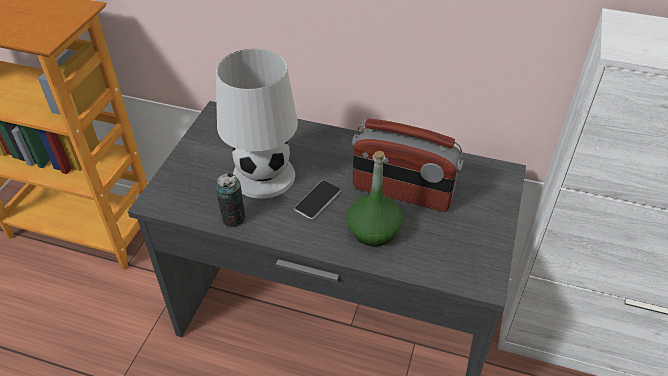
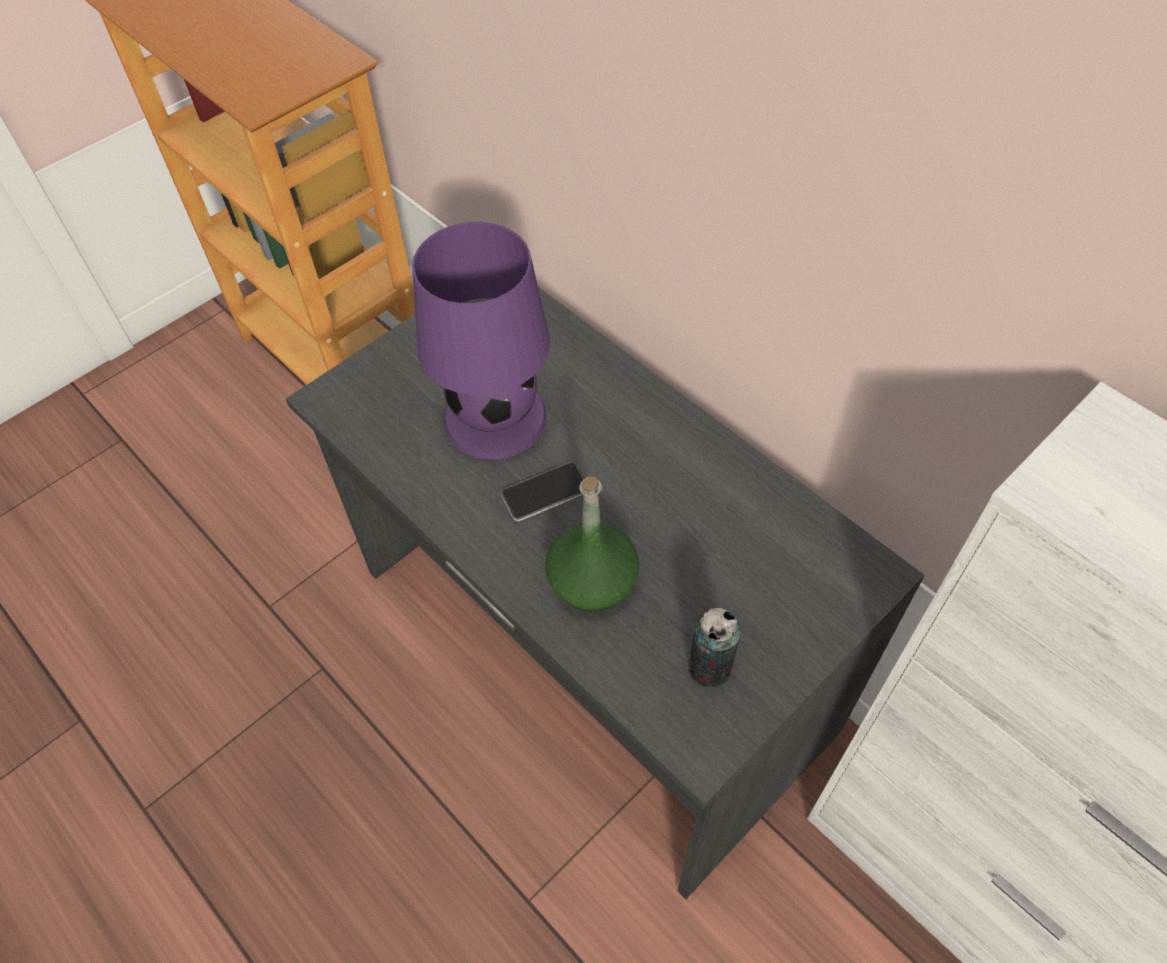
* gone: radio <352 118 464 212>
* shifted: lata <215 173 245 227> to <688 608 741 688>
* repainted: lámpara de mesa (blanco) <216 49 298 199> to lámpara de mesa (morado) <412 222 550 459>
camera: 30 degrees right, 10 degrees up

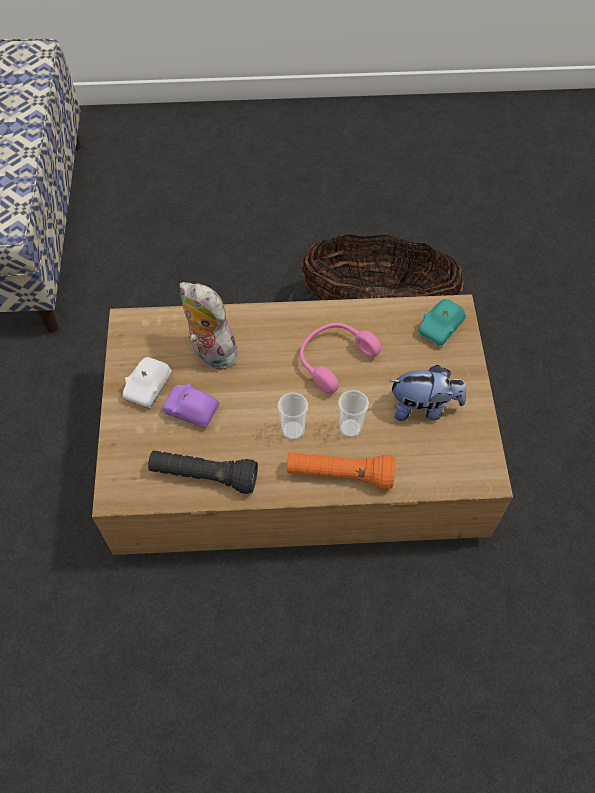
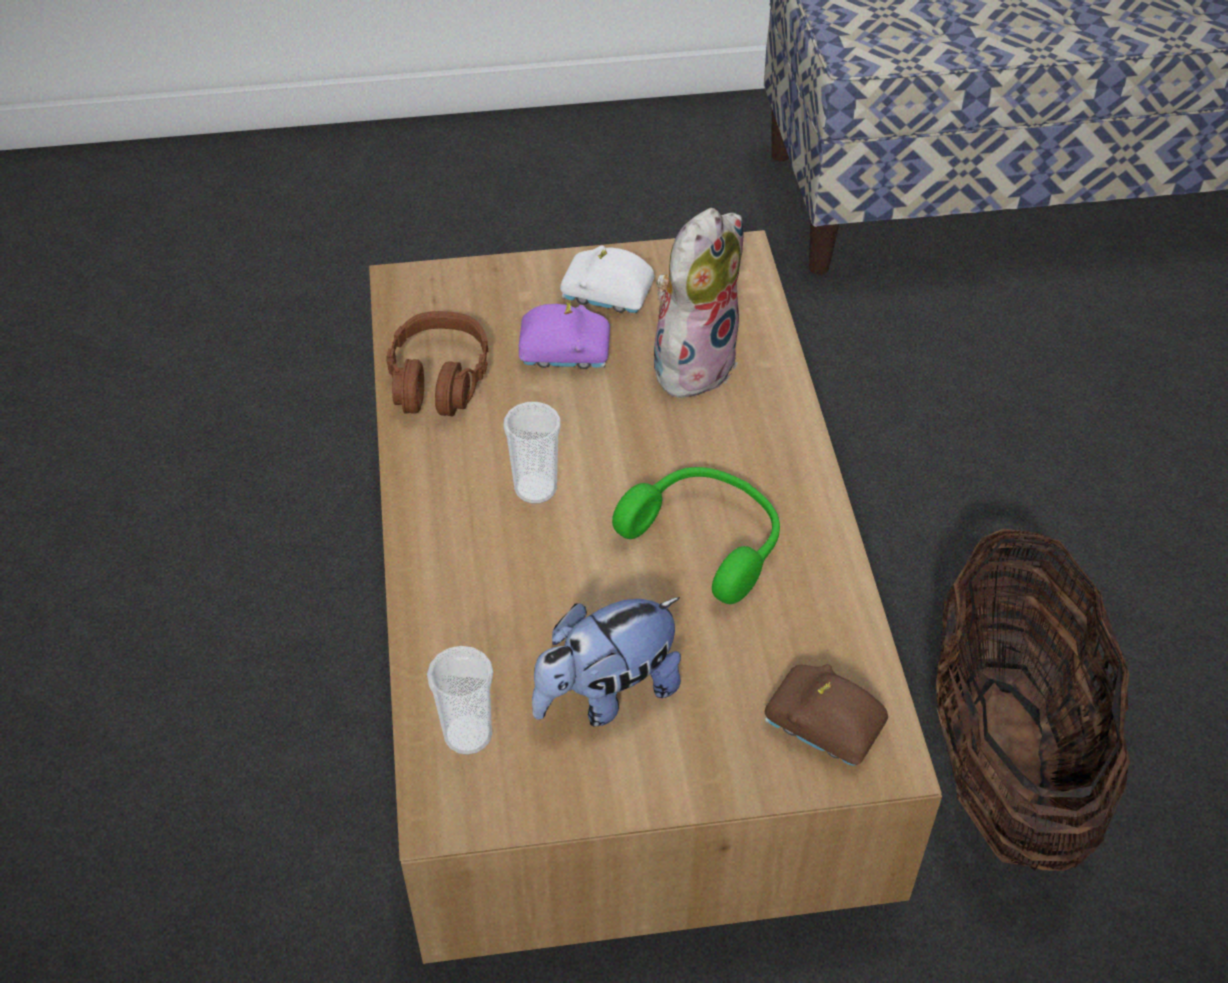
* gone: linterna (naranja) <287 452 395 490>
* shifted: taza <338 390 369 438> to <427 646 493 755>
* swapped: linterna (negro) <148 450 258 494> to auriculares (marrón) <386 311 488 417>
* repainted: auriculares (rosa) <300 323 381 394> to auriculares (verde) <612 467 780 604>
* repainted: coche de juguete (turquesa) <417 299 466 347> to coche de juguete (marrón) <765 664 888 766>
* rotated: coche de juguete (morado) <162 383 219 428> = <519 302 610 369> 75 degrees clockwise
* rotated: peluche <390 365 466 421> = <532 597 681 726> 60 degrees clockwise
camera: 85 degrees right, 10 degrees down

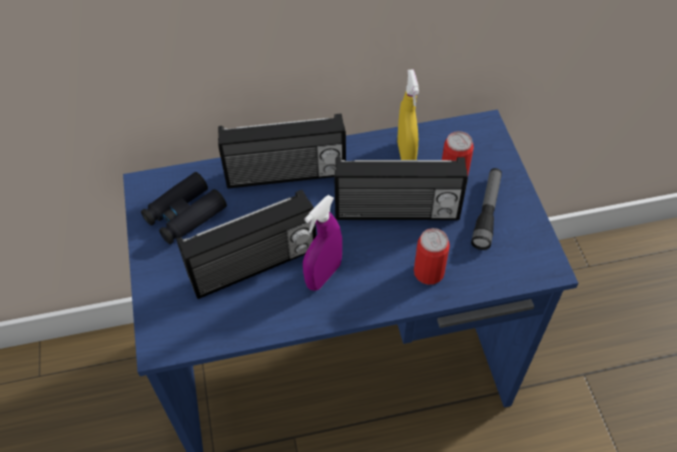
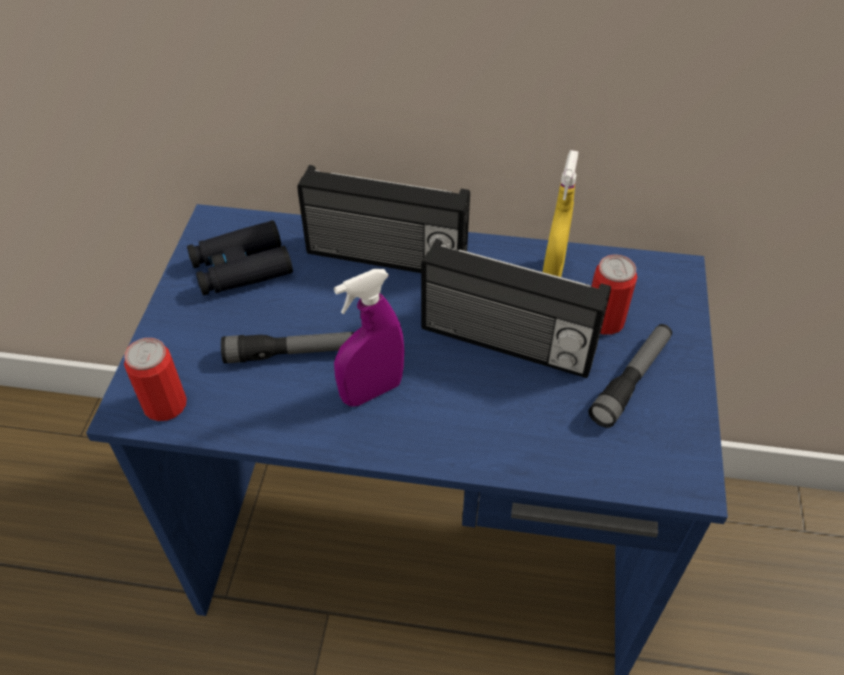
* shifted: lata <414 228 450 285> to <124 338 187 421>
* swapped: radio <177 190 316 299> to linterna <221 332 354 364>
camera: 20 degrees right, 5 degrees down

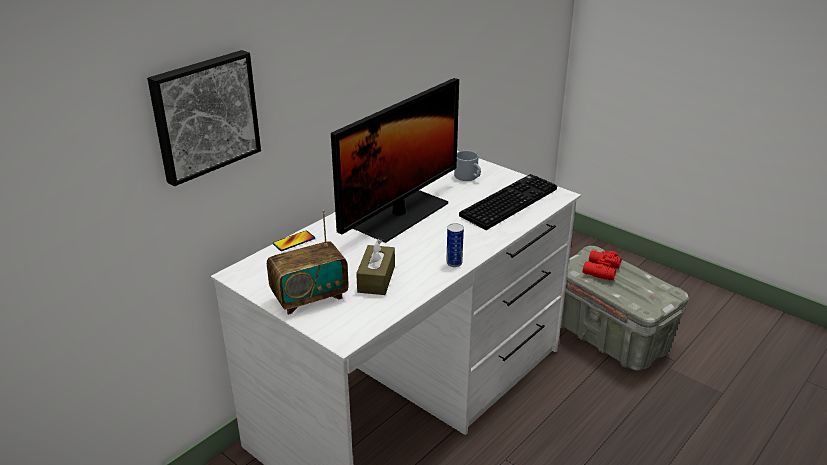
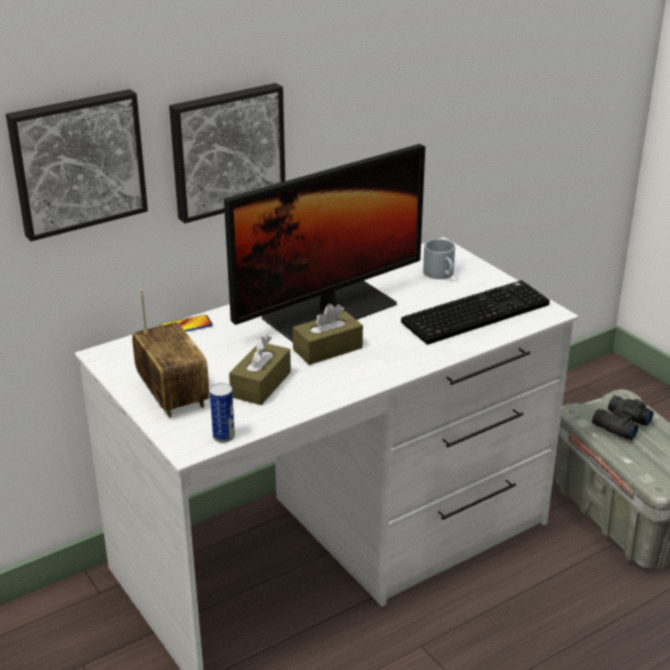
* new: cuadro <169 83 285 223>
* new: caja de pañuelos (marrón) <293 304 363 365>
* shifted: lata <446 223 464 267> to <210 383 235 443>
* repainted: prismáticos (rojo) <583 251 622 280> to prismáticos (negro) <592 396 653 440>
* rotated: radio <267 210 349 315> = <132 289 210 417> 105 degrees counterclockwise
camera: 15 degrees right, 0 degrees up

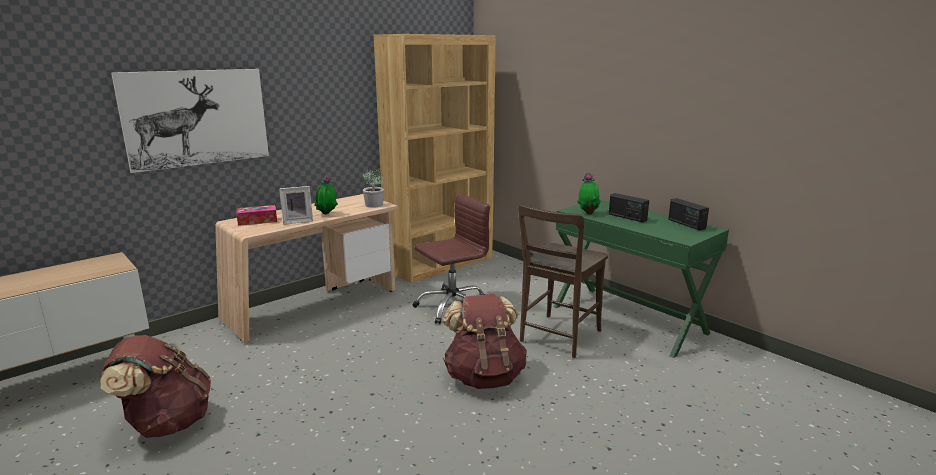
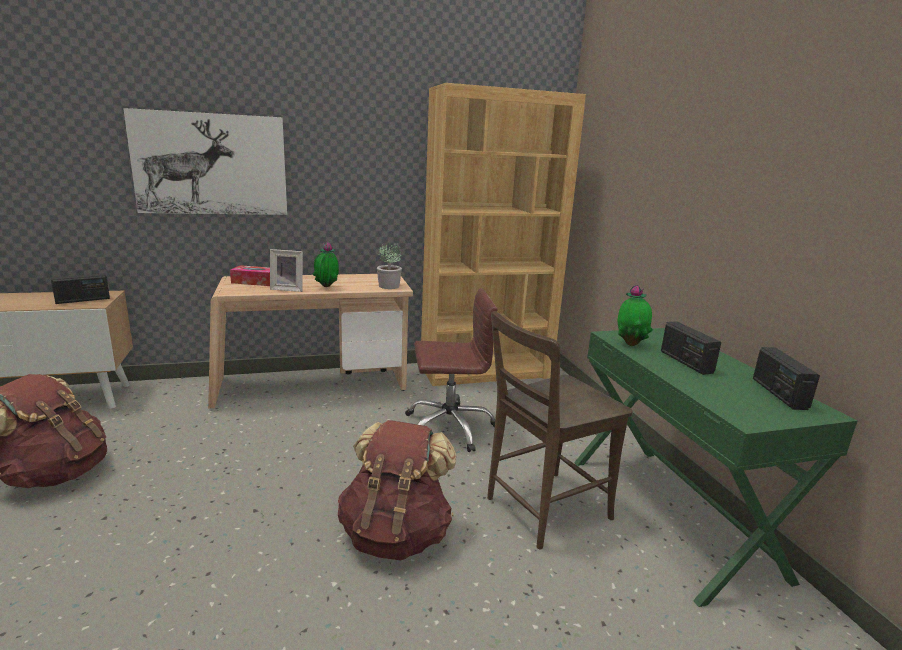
* new: radio <51 273 110 304>
camera: 25 degrees right, 0 degrees up

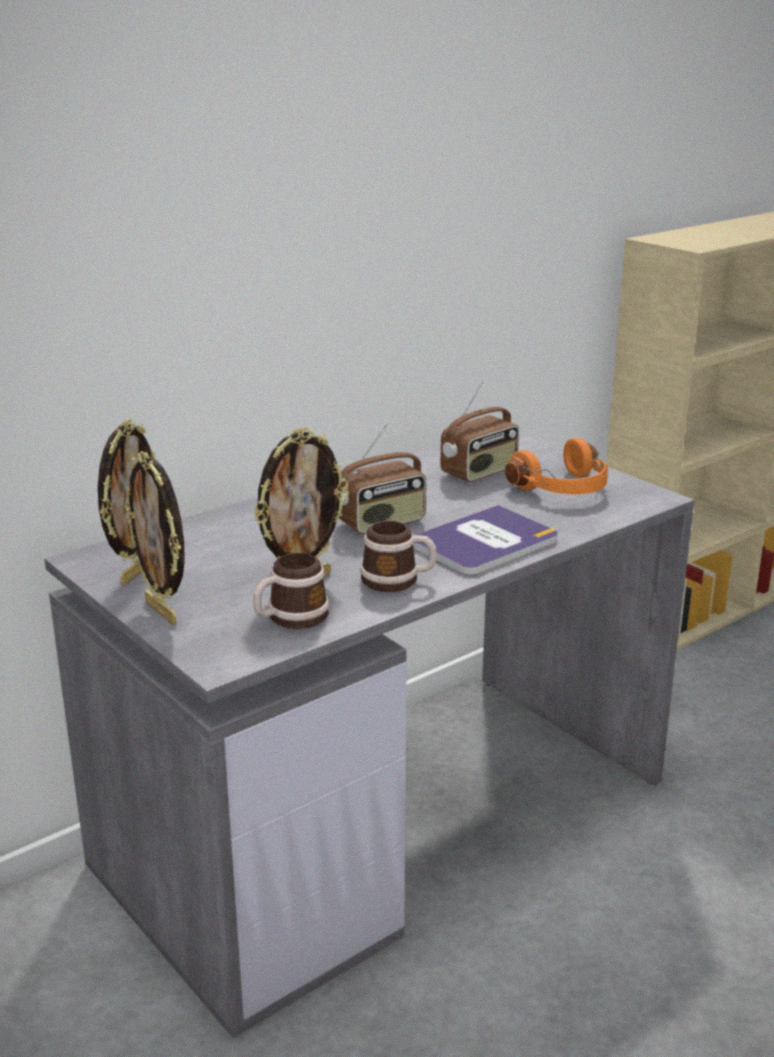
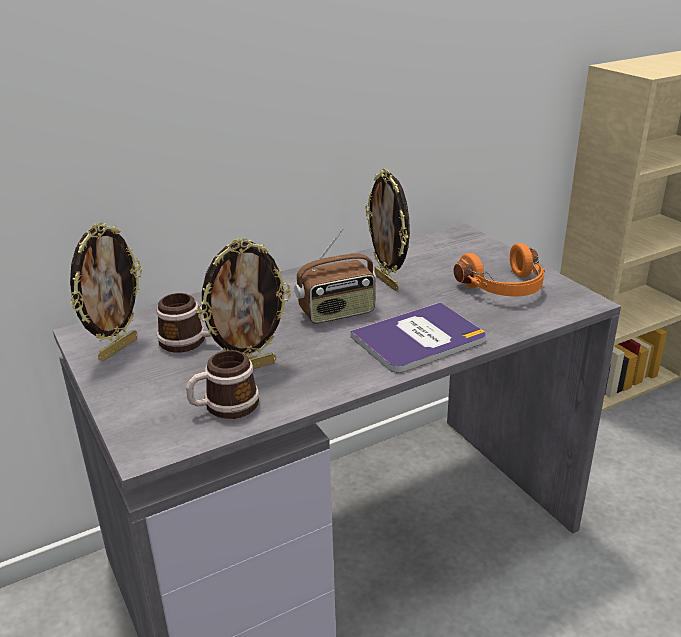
* gone: radio <440 381 519 482>
* shifted: portarretratos <124 451 185 625> to <365 169 410 291>
* shifted: taza grande <360 521 437 592> to <156 293 212 352>
camera: 10 degrees right, 5 degrees up

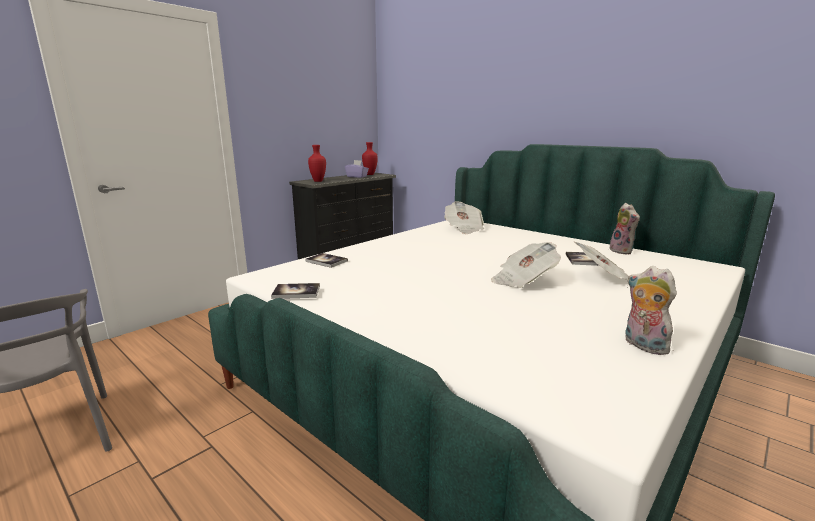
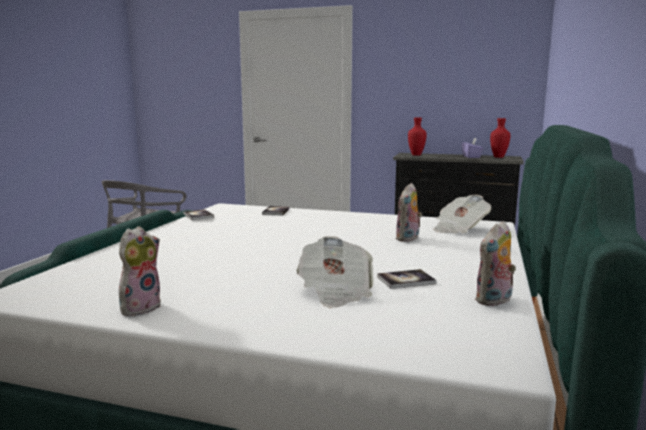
* gone: periódico <491 242 561 288>
* new: peluche <396 183 422 242>
camera: 65 degrees right, 5 degrees down

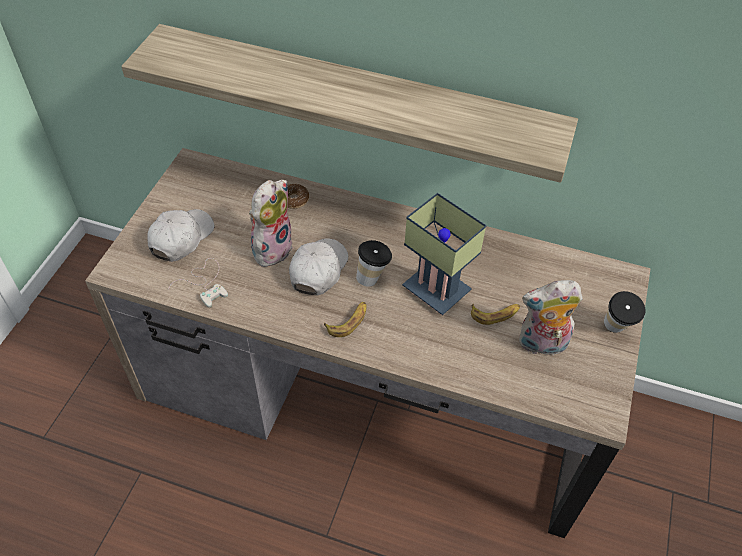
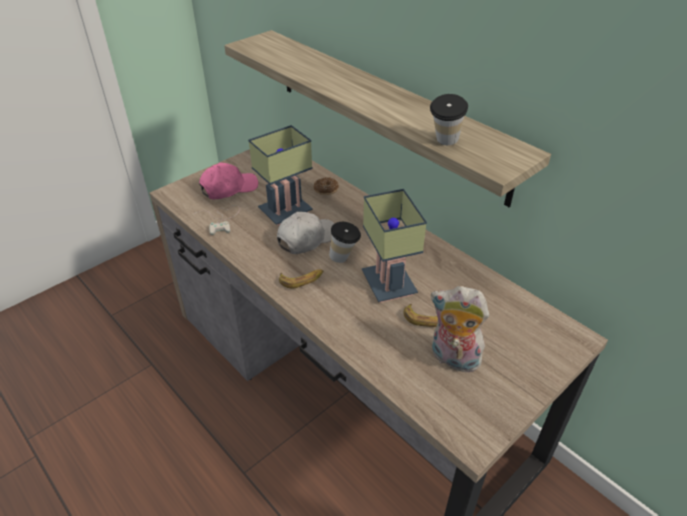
* shifted: taza <604 291 646 333> to <430 94 468 145>
* swapped: peluche <249 180 293 267> to lámpara de mesa <248 125 313 226>
* repainted: gorra (blanco) <147 209 214 262> to gorra (rosa) <199 162 258 199>
camera: 30 degrees right, 10 degrees down

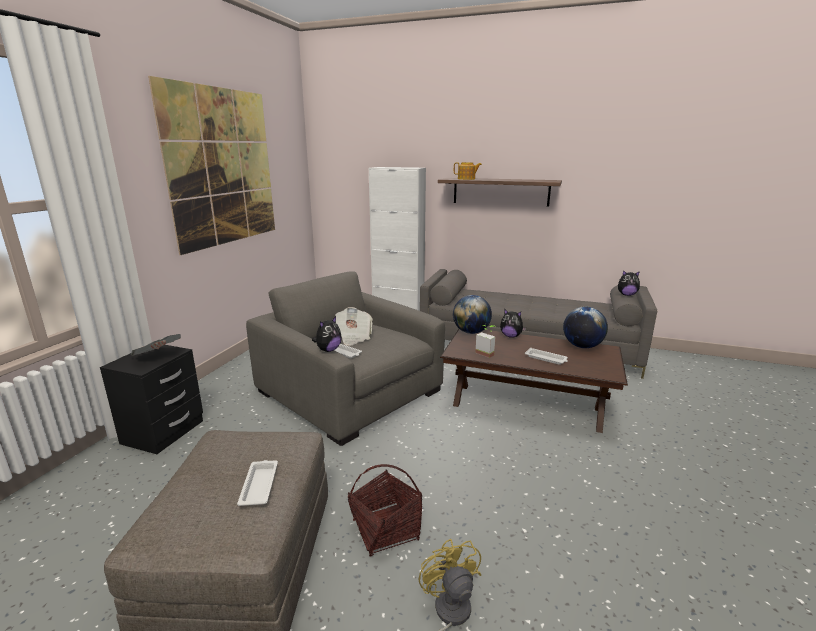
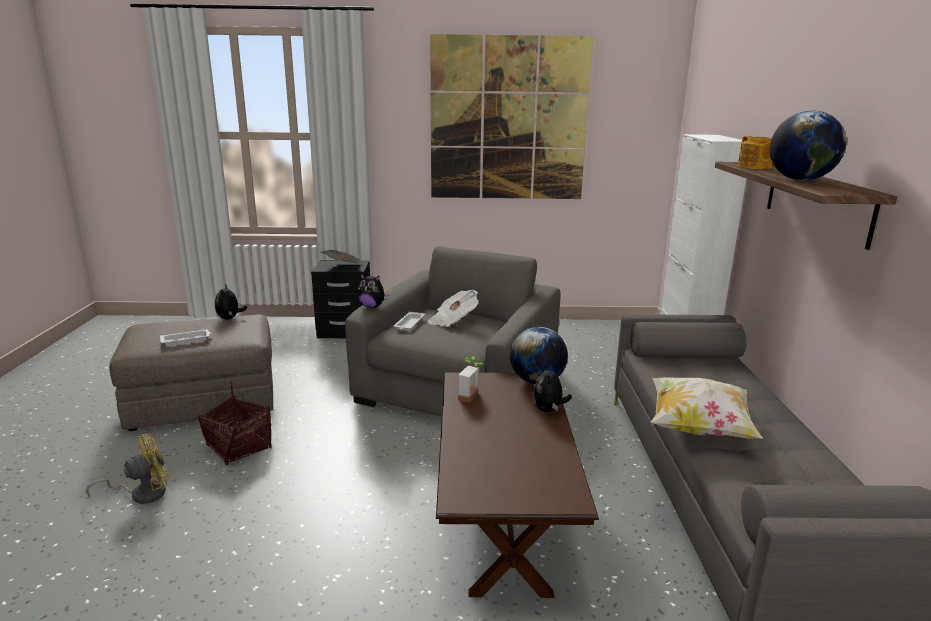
* gone: bandeja (blanco) <525 348 568 365>
* new: cojín <651 377 763 439>
* shifted: globo terráqueo <563 307 608 348> to <770 111 846 181>
* shifted: peluche <618 270 640 296> to <215 284 247 320>
camera: 70 degrees right, 0 degrees up

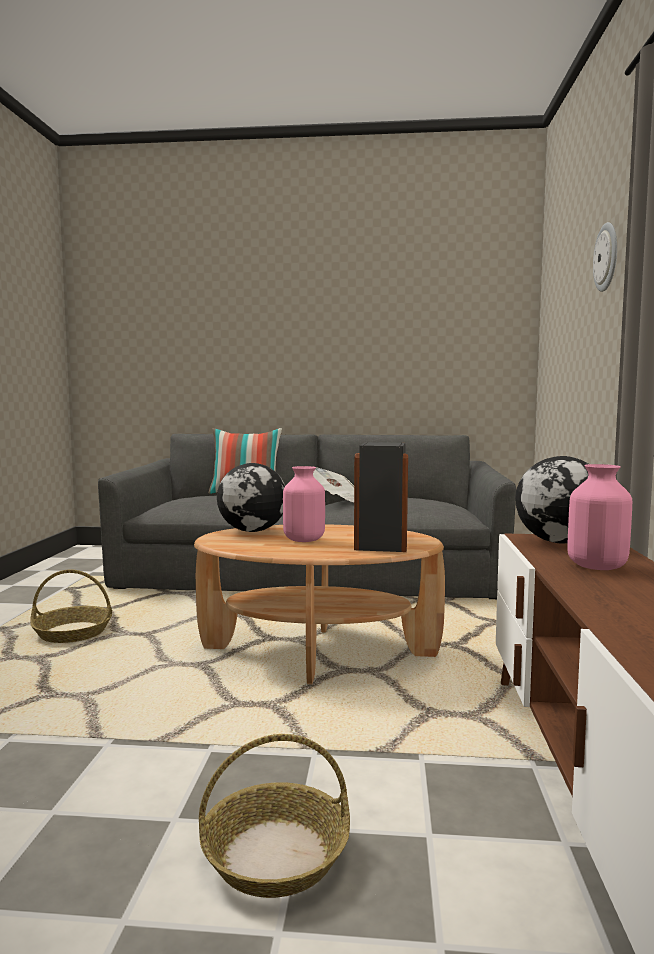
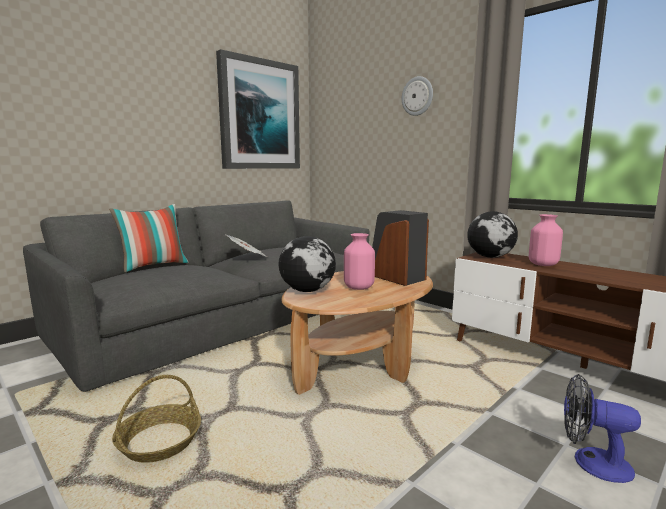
* new: cuadro <216 49 300 169>
* swapped: cesta <199 734 350 898> to ventilador <564 374 641 483>
camera: 50 degrees left, 5 degrees up

